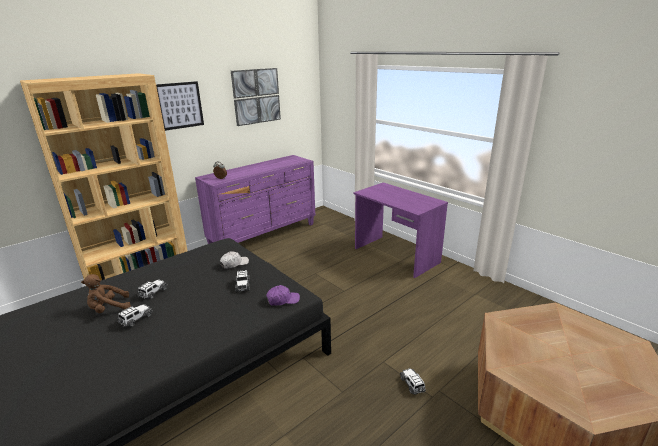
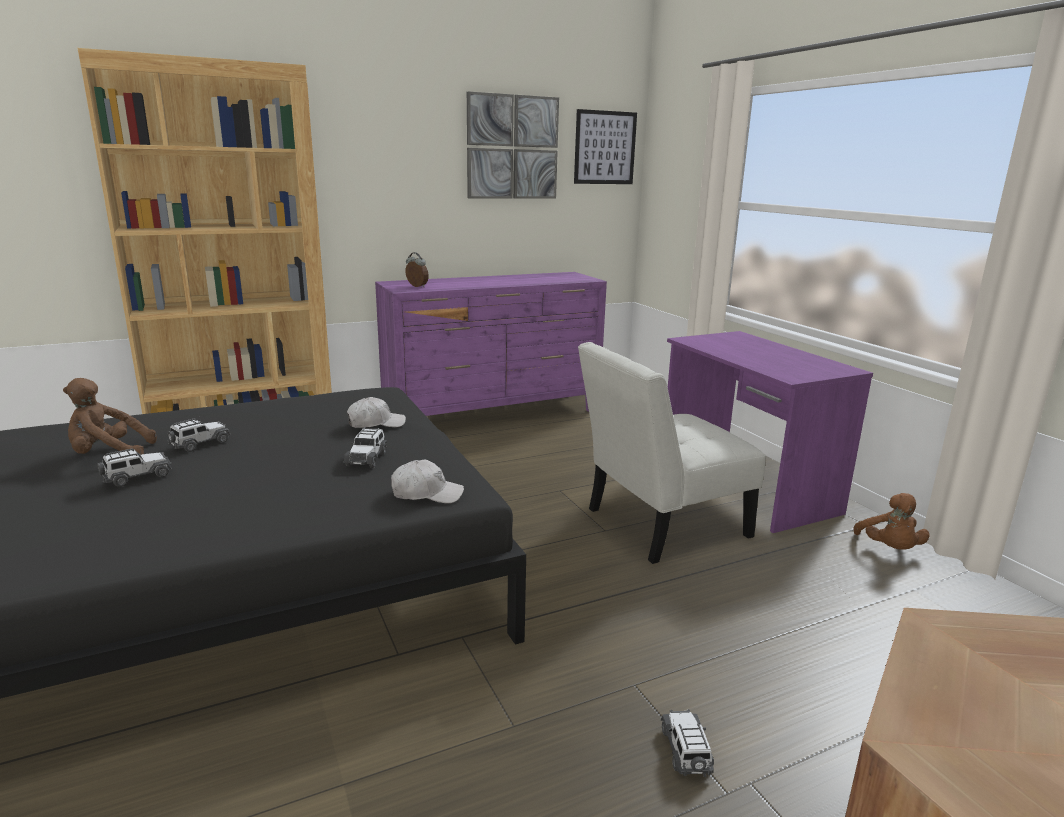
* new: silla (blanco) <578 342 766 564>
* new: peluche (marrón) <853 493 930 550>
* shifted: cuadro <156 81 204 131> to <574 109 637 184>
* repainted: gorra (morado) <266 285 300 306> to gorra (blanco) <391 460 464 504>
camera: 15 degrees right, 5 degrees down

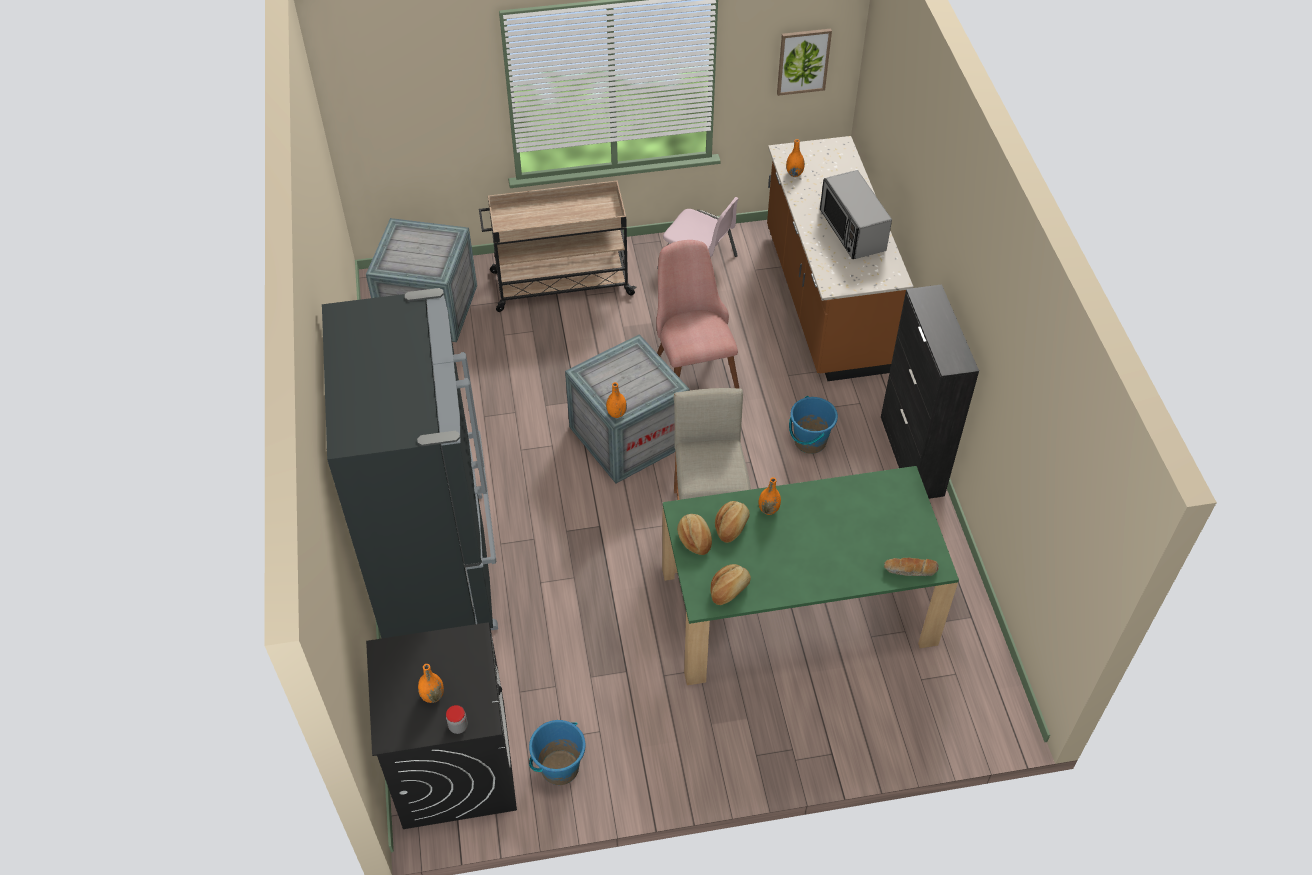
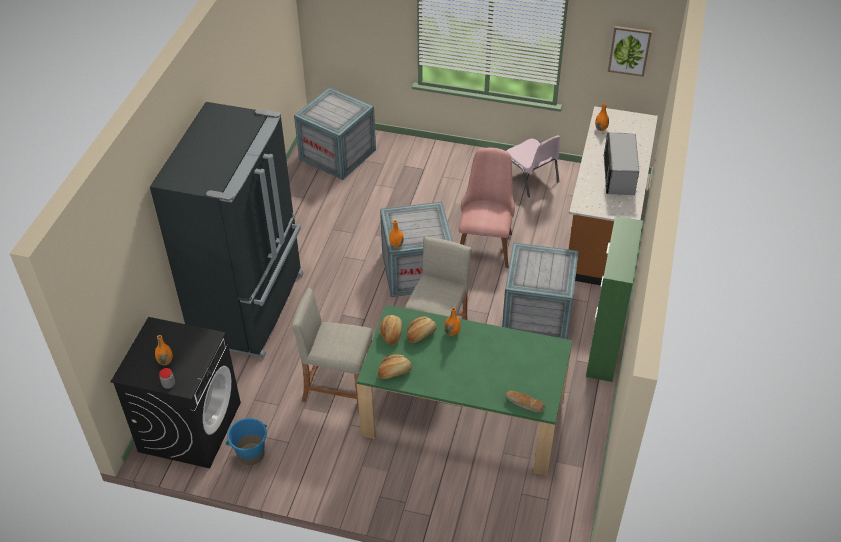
* gone: carrito (beis) <479 180 636 312>
* new: taburete (beis) <292 288 373 412>
* swapped: cubo (azul) <789 396 838 454> to caja de embalaje <502 243 579 339>
* repainted: armario (negro) <881 284 979 499> to armario (verde) <586 216 643 382>
camera: 25 degrees right, 5 degrees down

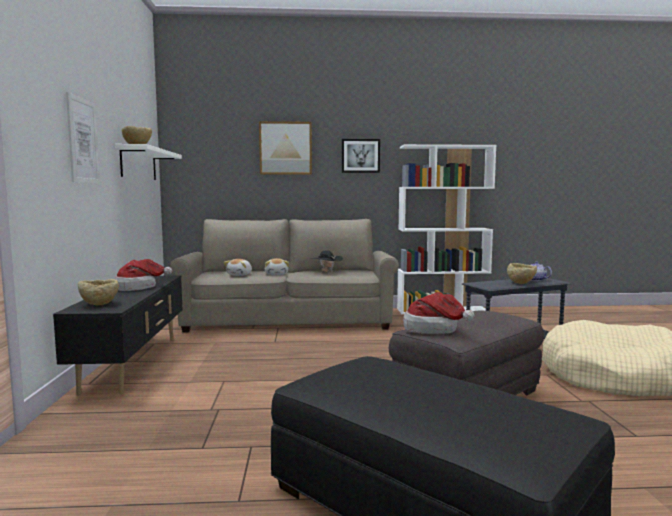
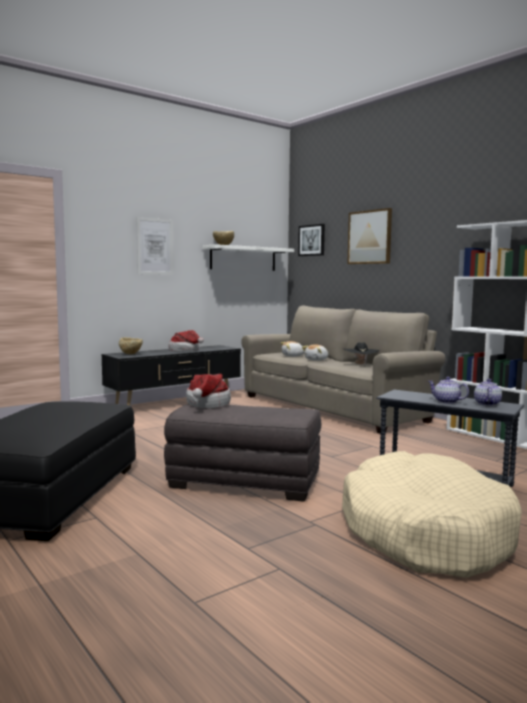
* shifted: cuadro <342 139 380 173> to <298 224 325 256>
* swapped: cuenco (beis) <507 263 537 284> to tetera <428 377 469 404>
camera: 55 degrees right, 0 degrees up

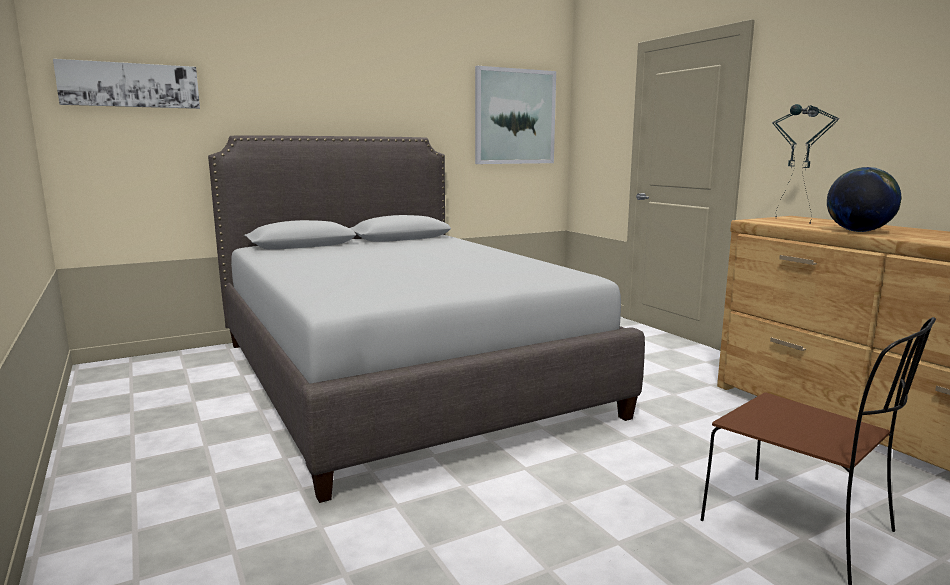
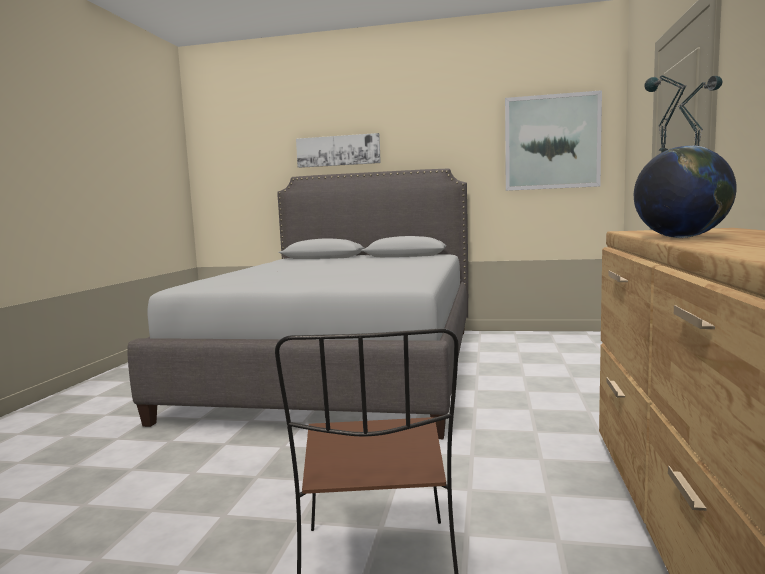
* shifted: cuadro <53 59 200 109> to <296 133 381 168>
camera: 40 degrees right, 5 degrees down

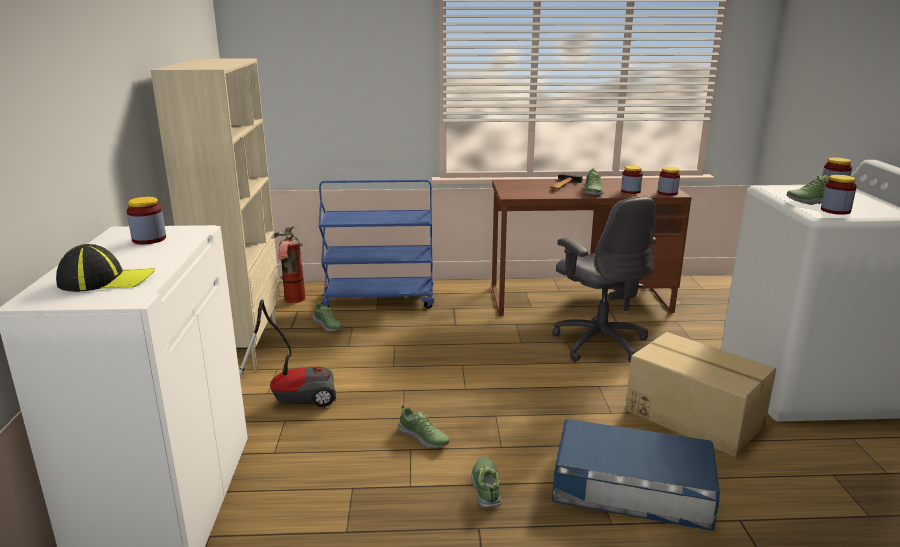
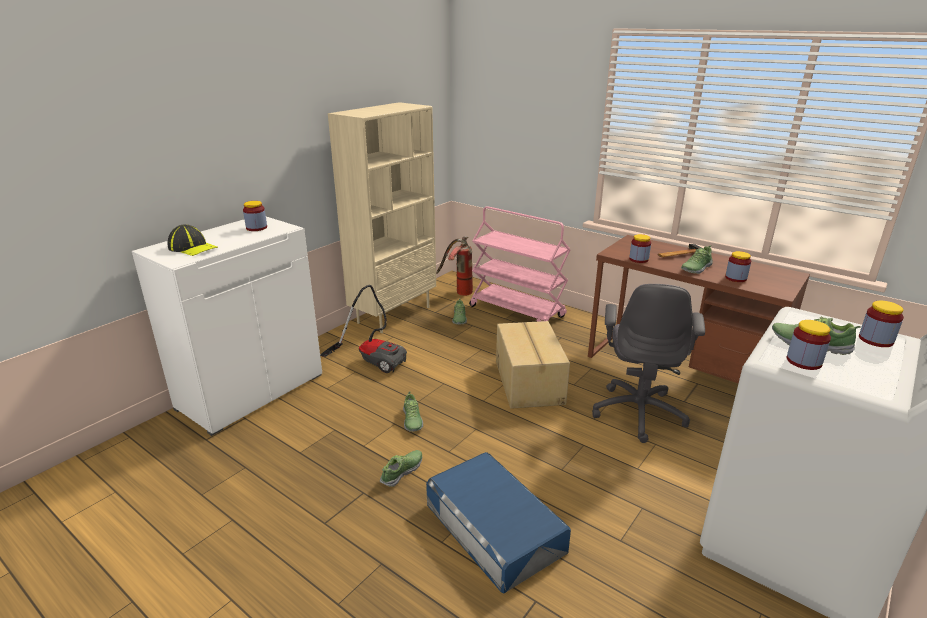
* shifted: caja de cartón <626 332 776 457> to <496 321 570 409>
* shifted: tarro <658 167 680 196> to <629 234 651 263>
* repainted: carrito (azul) <319 180 434 308> to carrito (rosa) <469 206 571 322>
camera: 40 degrees right, 5 degrees up

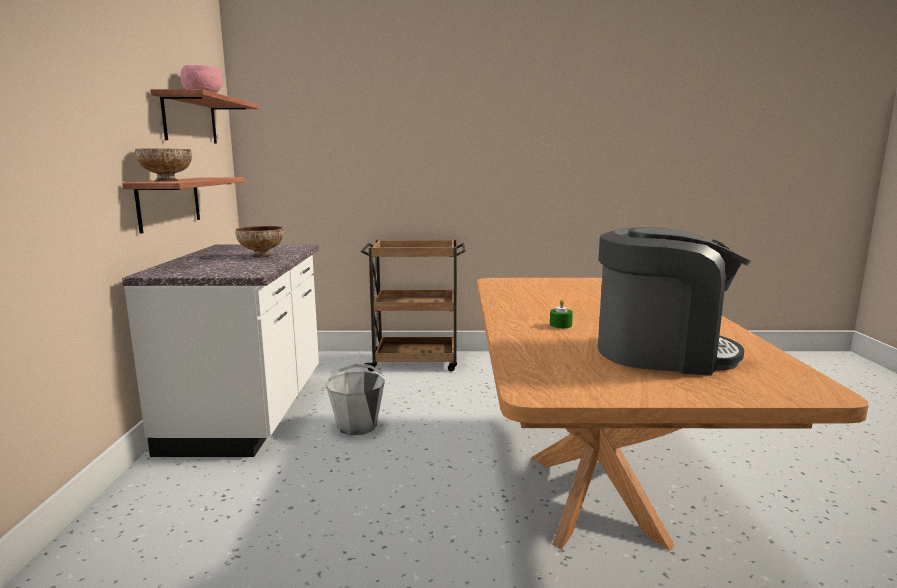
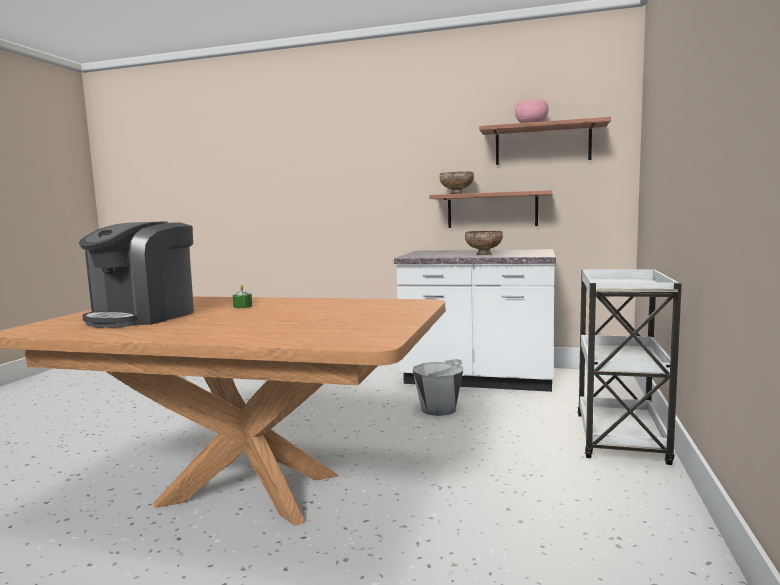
* repainted: carrito (marrón) <361 240 466 371> to carrito (blanco) <577 269 682 465>
camera: 105 degrees right, 5 degrees down

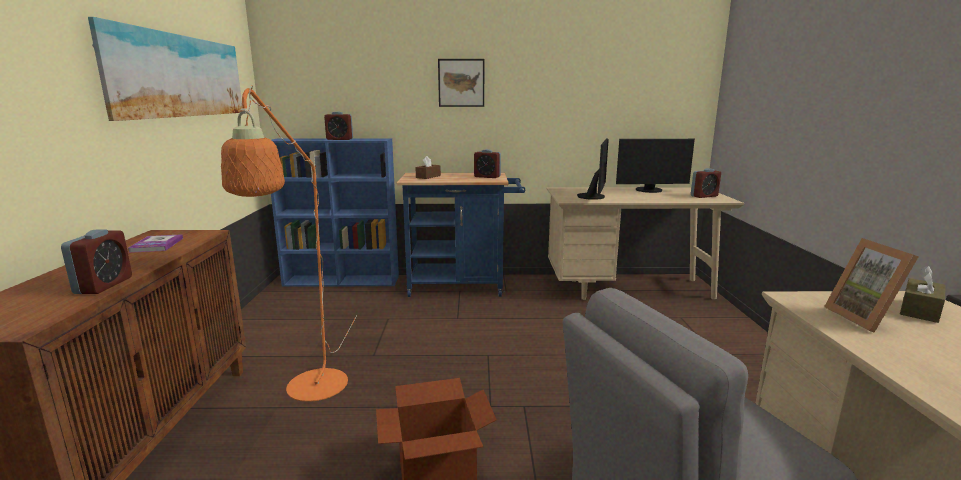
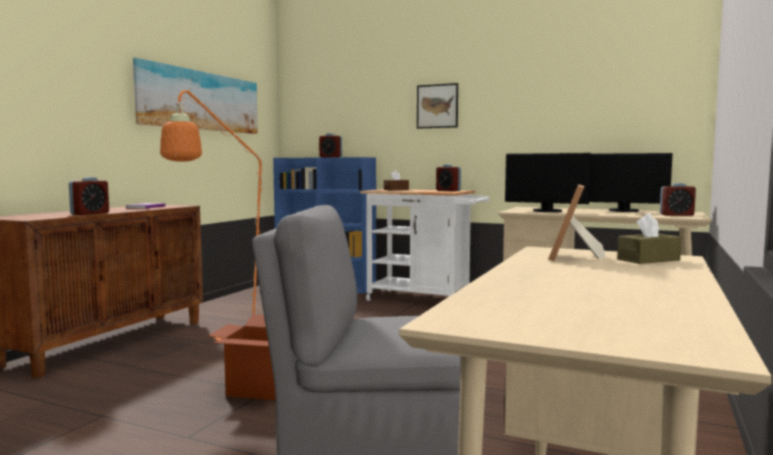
* repainted: carrito (azul) <396 173 525 297> to carrito (blanco) <360 189 490 301>
* rotated: monitor <577 138 609 200> = <505 153 591 212> 75 degrees clockwise
camera: 25 degrees right, 10 degrees down

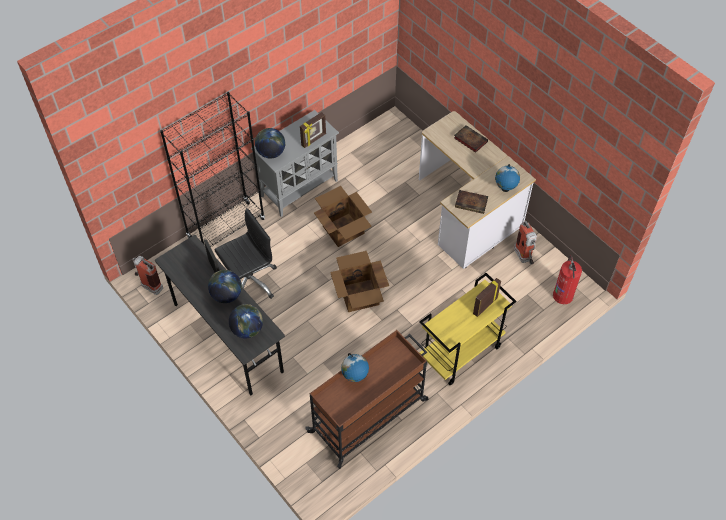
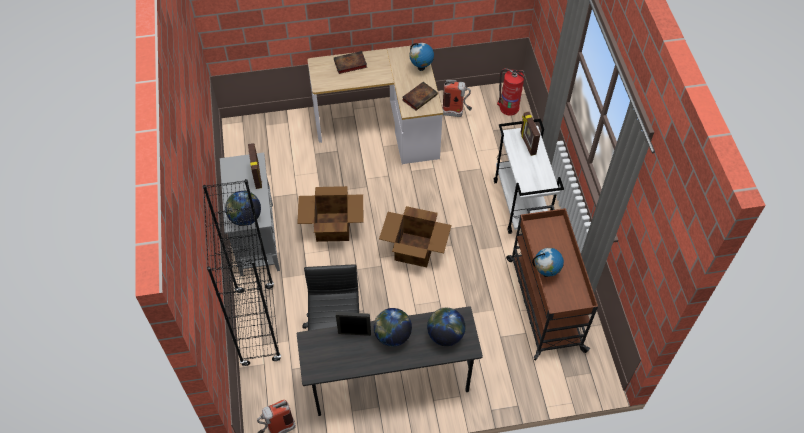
* repainted: carrito (amarillo) <419 273 517 385> to carrito (blanco) <494 119 564 234>
camera: 60 degrees left, 0 degrees up

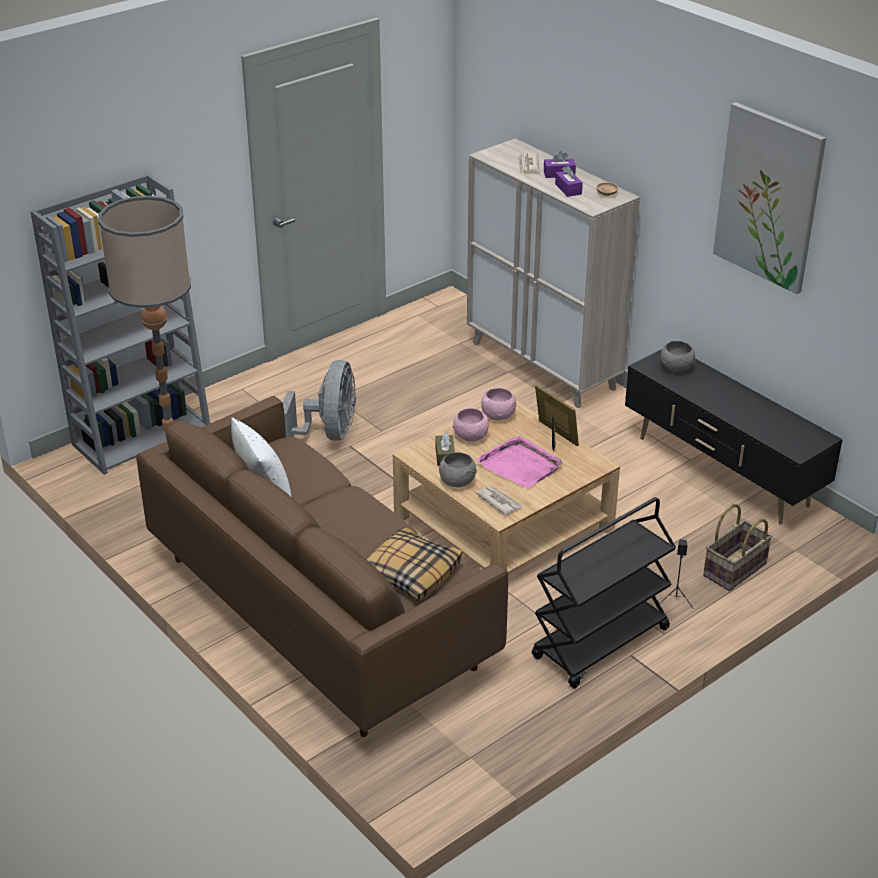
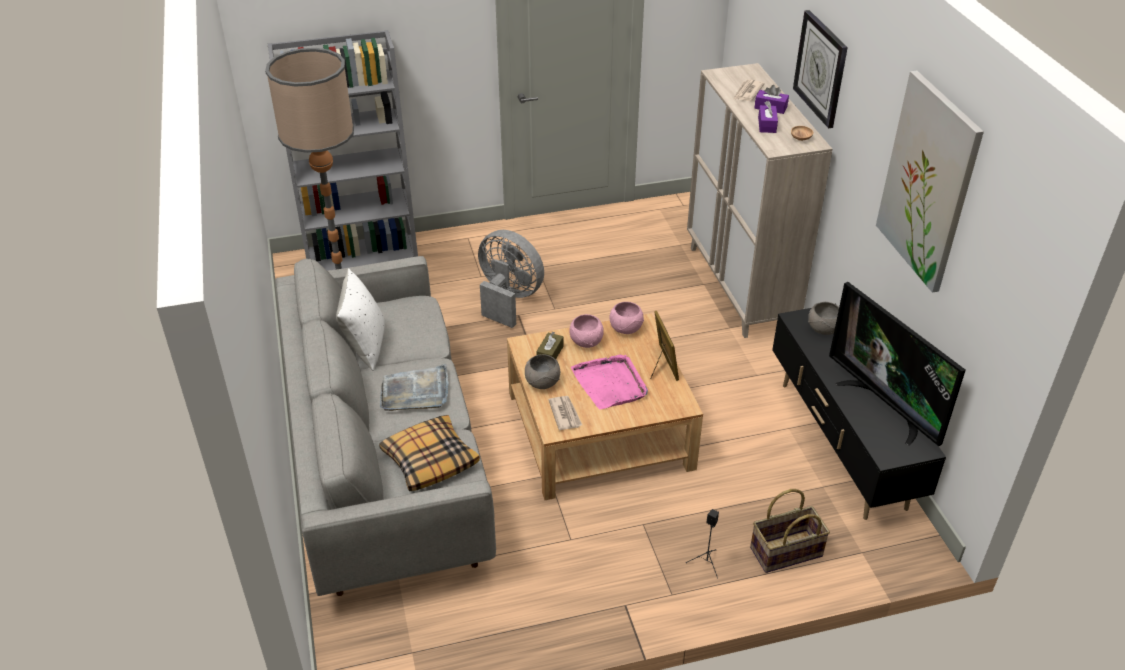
* gone: carrito (negro) <532 497 676 688>
* new: bandeja (gris) <380 364 449 411>
* new: reloj de pared <793 10 848 128>
* new: televisor <829 282 966 446>
* repainted: sofá (marrón) <136 396 508 737> to sofá (gris) <275 256 496 596>
* rotated: ventilador (gris) <283 360 356 441> = <478 230 544 328> 90 degrees counterclockwise
camera: 25 degrees right, 5 degrees up

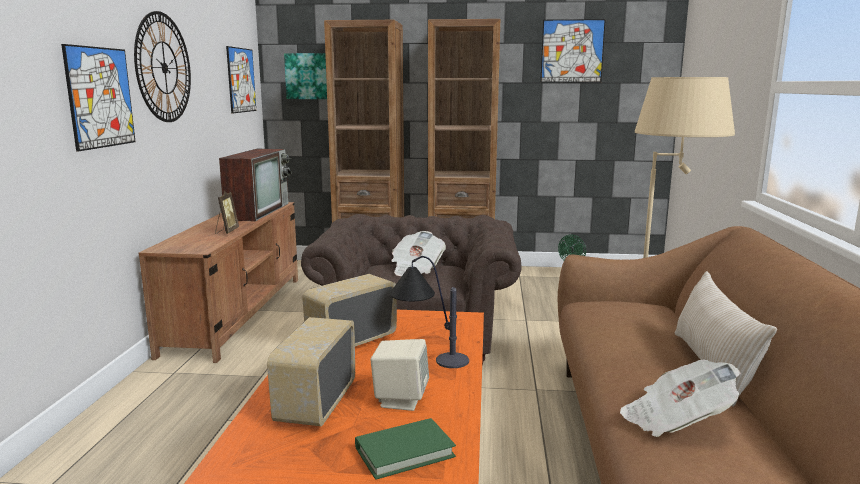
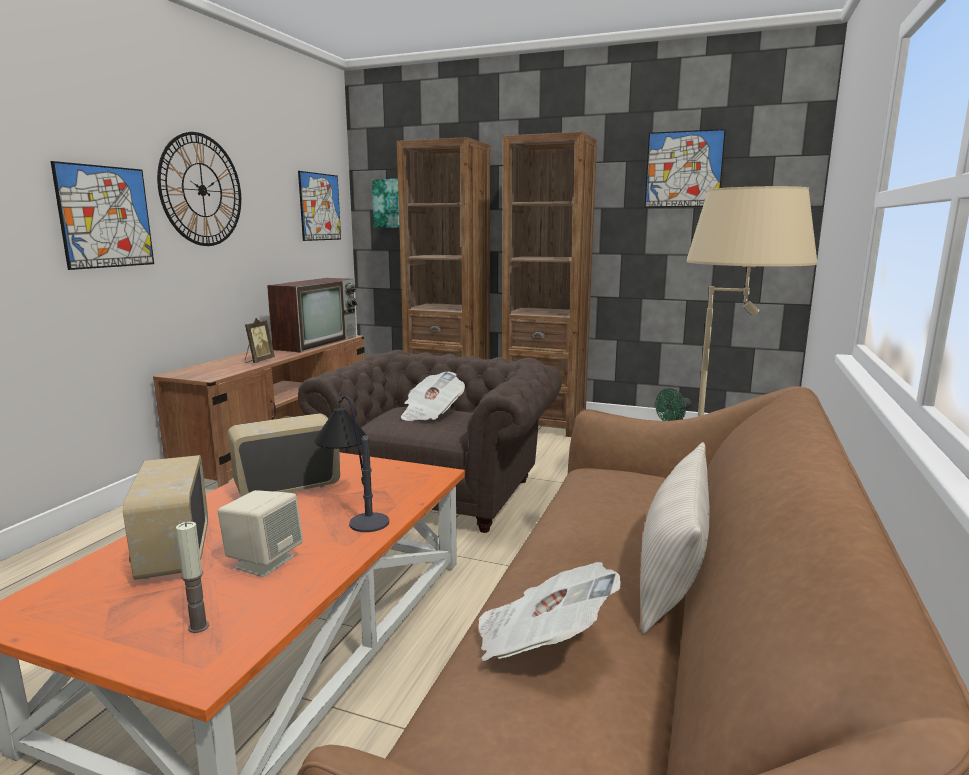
* swapped: libro (verde) <355 418 456 480> to vela <176 522 209 633>
* rotated: radio <267 317 355 426> = <123 455 208 580> 45 degrees counterclockwise
camera: 15 degrees right, 0 degrees up

